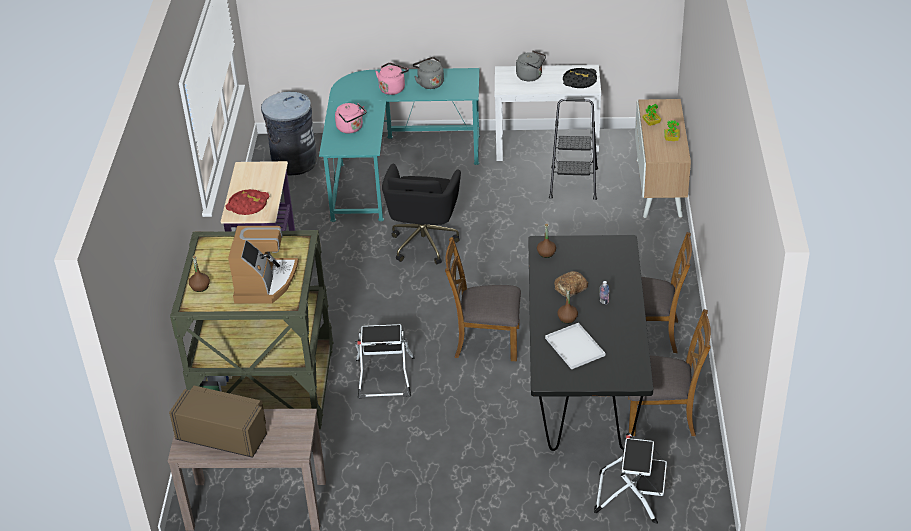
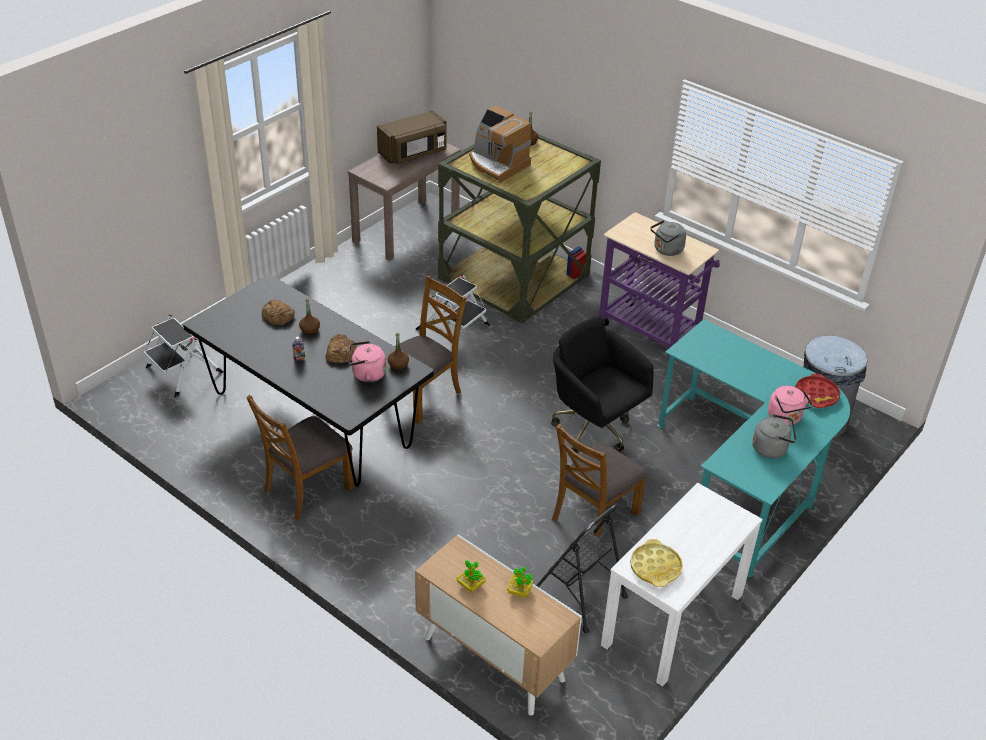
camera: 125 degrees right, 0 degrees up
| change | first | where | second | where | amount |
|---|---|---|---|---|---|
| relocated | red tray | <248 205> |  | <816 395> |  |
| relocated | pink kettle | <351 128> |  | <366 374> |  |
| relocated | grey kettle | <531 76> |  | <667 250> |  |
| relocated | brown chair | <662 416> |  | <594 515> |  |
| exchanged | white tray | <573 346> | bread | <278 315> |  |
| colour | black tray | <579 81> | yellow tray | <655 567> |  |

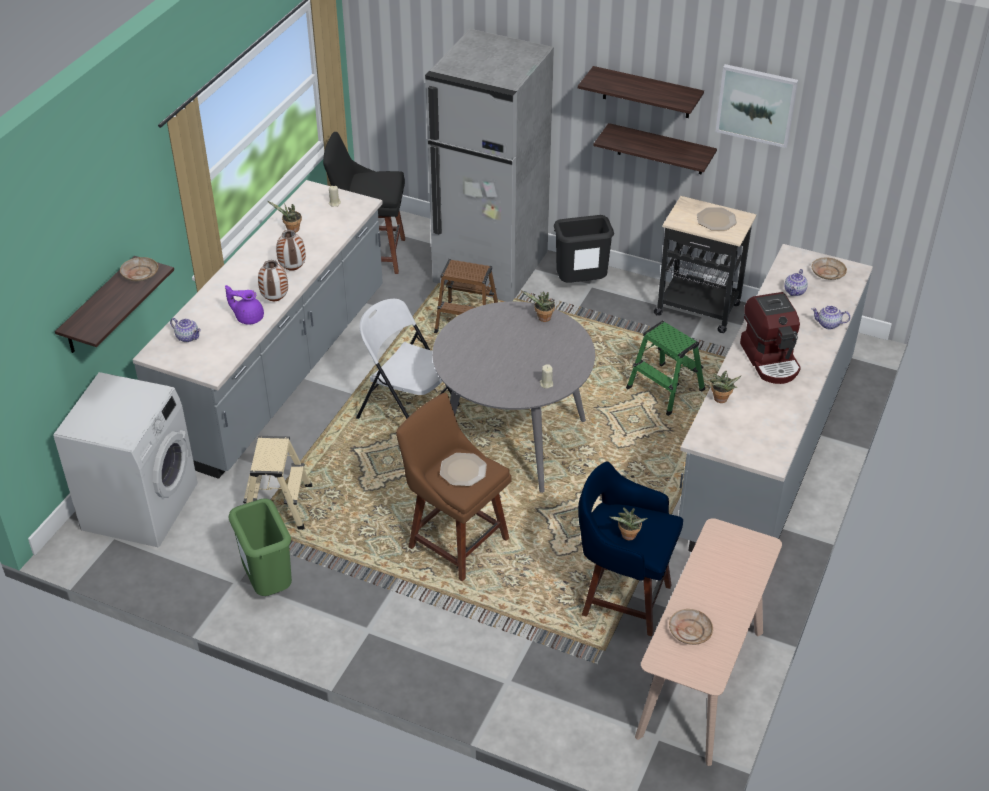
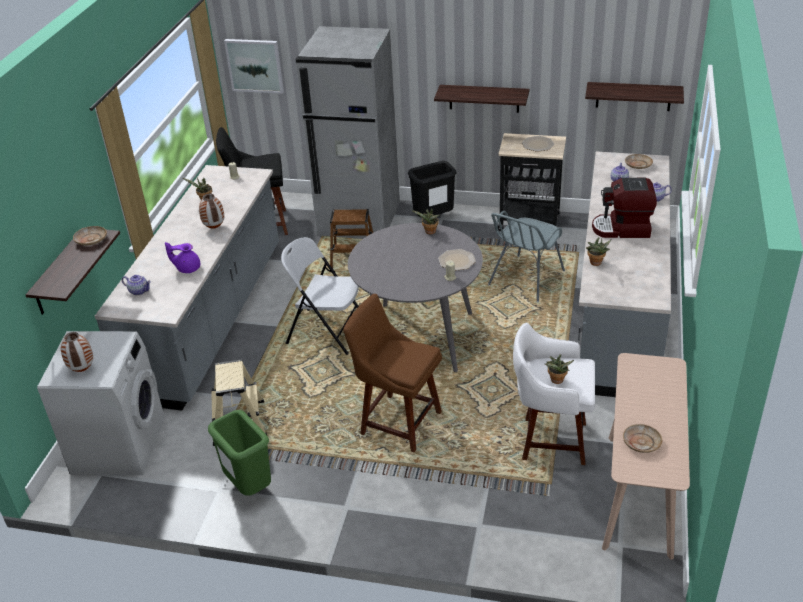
camera: 10 degrees left, 5 degrees down
| change | first | where | second | where | amount |
|---|---|---|---|---|---|
| relocated | vase | <275 300> |  | <83 370> |  |
| relocated | plate | <463 471> |  | <457 261> |  |
| relocated | shelf | <646 93> |  | <633 96> |  |
| relocated | picture | <756 105> |  | <255 65> |  |
| exchanged | green step ladder | <665 389> | grey chair | <525 280> |  |
| colour | blue stool | <622 599> | white stool | <550 440> |  |
| spun | coffee machine | <771 359> |  | <622 229> | 120 degrees clockwise |

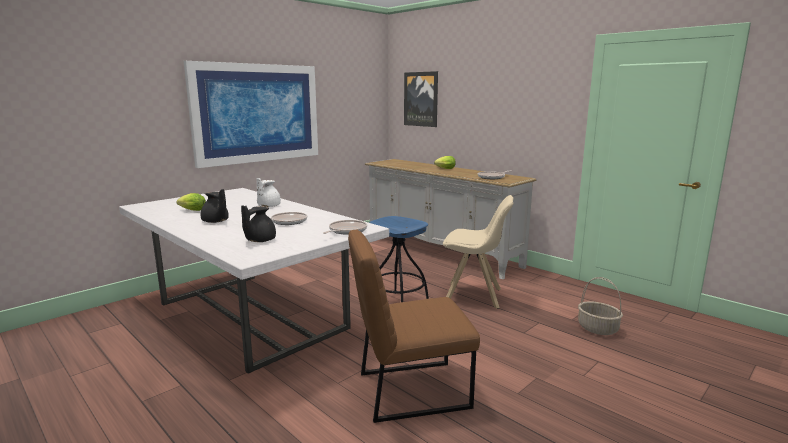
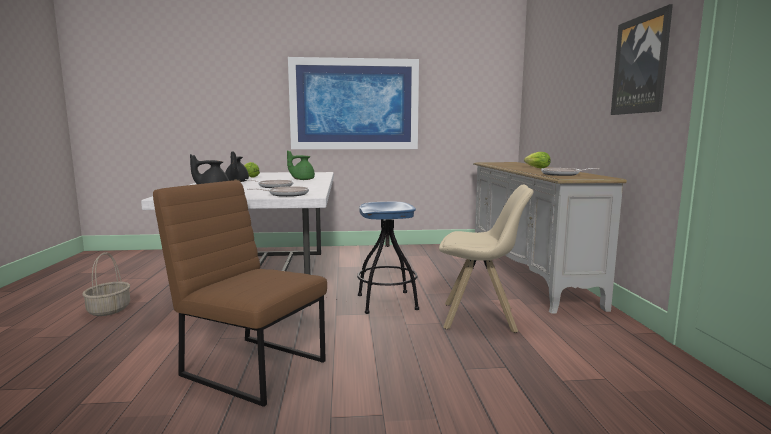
camera: 40 degrees right, 5 degrees down
| change | first | where | second | where | amount |
|---|---|---|---|---|---|
| relocated | picture | <421 99> |  | <641 65> |  |
| relocated | basket | <598 328> |  | <109 310> |  |
| colour | white teapot | <268 206> | green teapot | <302 179> |  |
| spun | beige chair | <473 296> |  | <479 318> | 45 degrees counterclockwise |

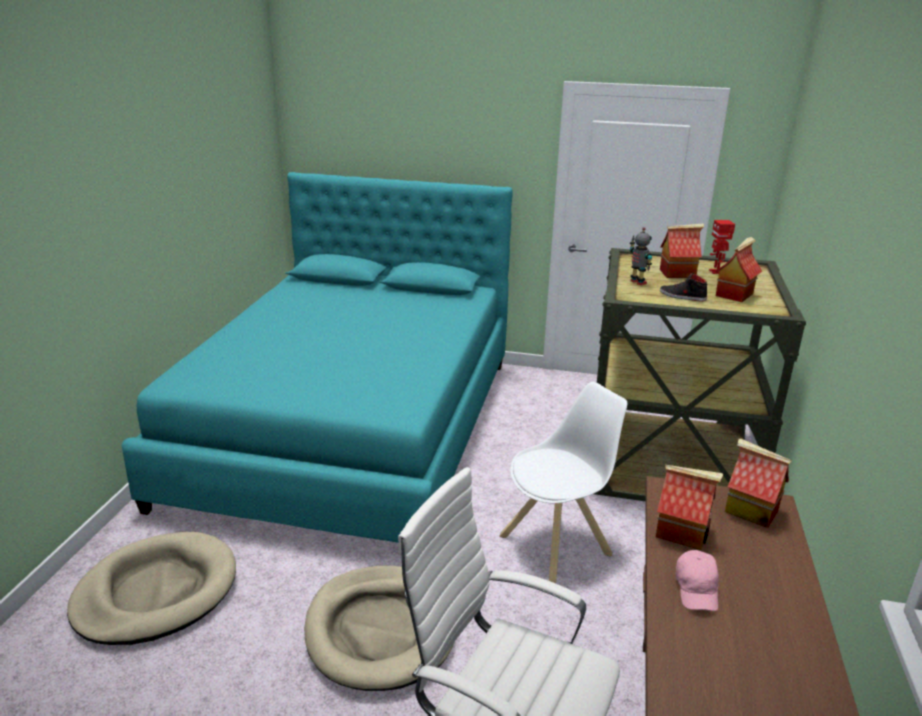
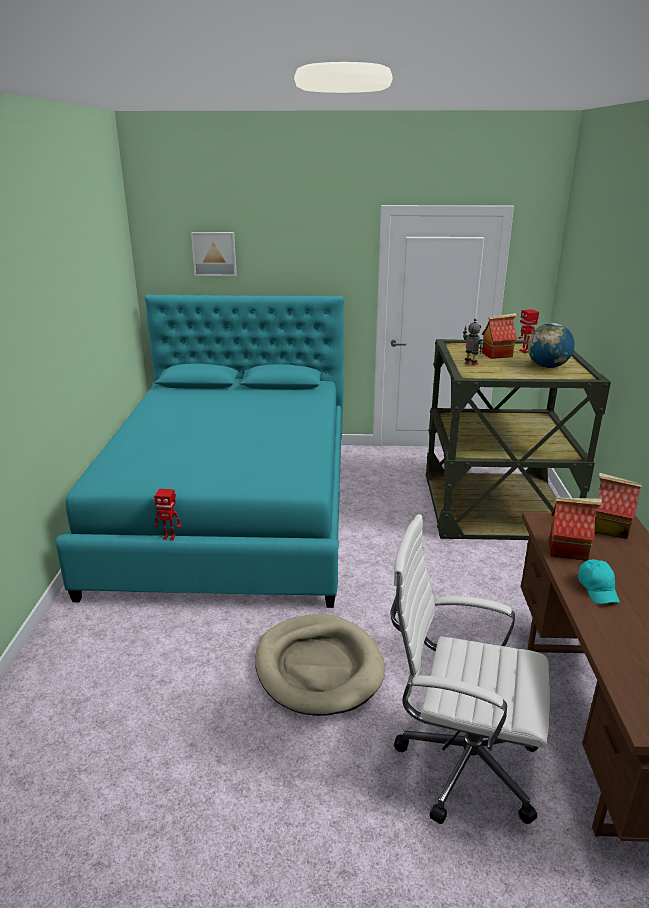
camera: 10 degrees left, 0 degrees up
| change | first | where | second | where | amount |
|---|---|---|---|---|---|
| missing | beige dog bed | <156 592> |  |  |  |
| missing | white chair | <558 544> |  |  |  |
| missing | black shoe | <682 296> |  |  |  |
| appeared |  |  | toy robot | <169 537> |  |
| appeared |  |  | picture | <214 253> |  |
| exchanged | toy house | <734 294> | globe | <547 367> |  |
| colour | pink cap | <697 589> | turquoise cap | <598 589> |  |

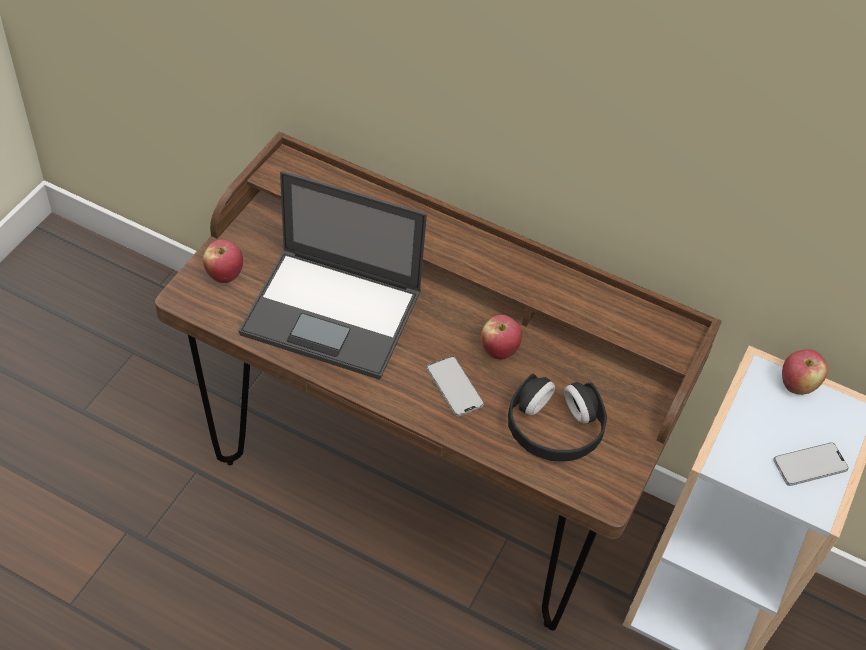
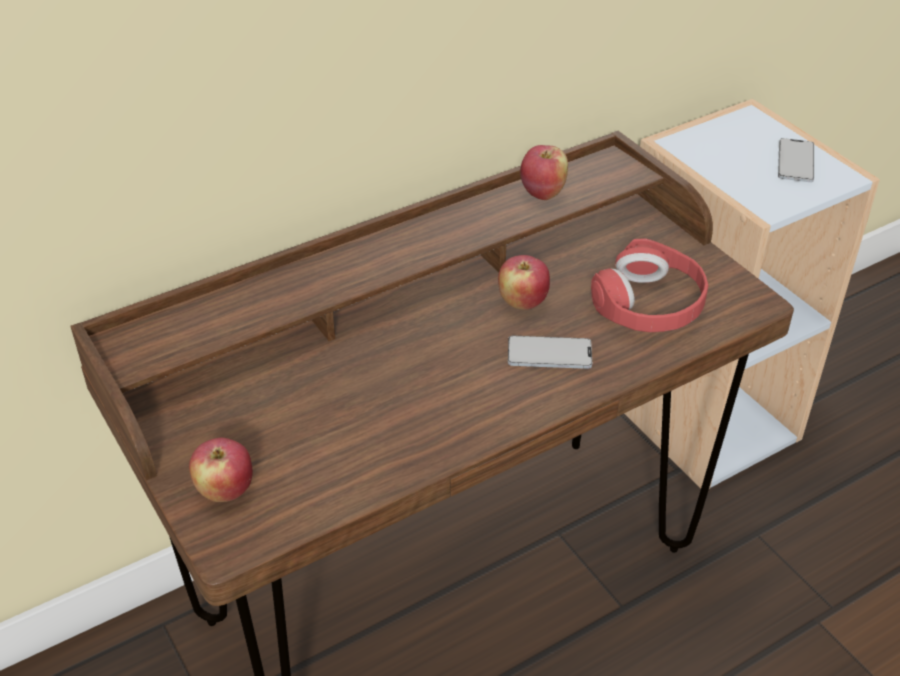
camera: 55 degrees left, 10 degrees down
| change | first | where | second | where | amount |
|---|---|---|---|---|---|
| missing | laptop | <334 313> |  |  |  |
| relocated | apple | <797 385> |  | <542 192> |  |
| colour | black headphones | <554 428> | red headphones | <649 304> |  |

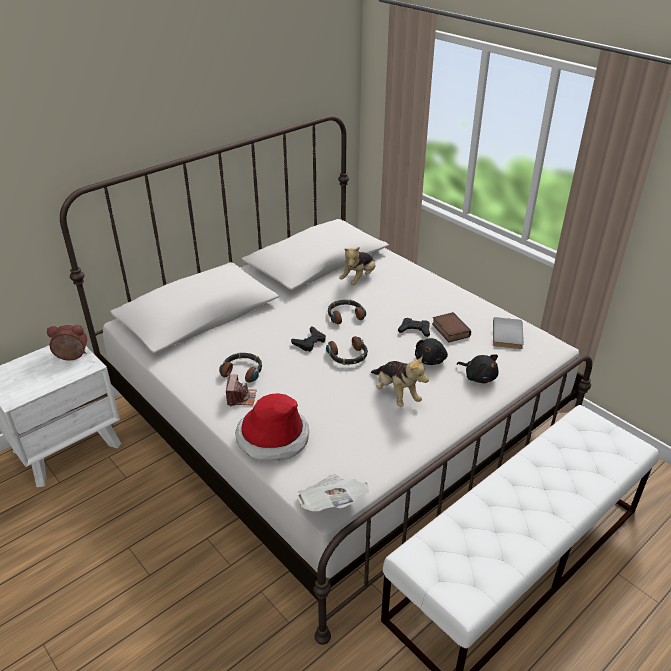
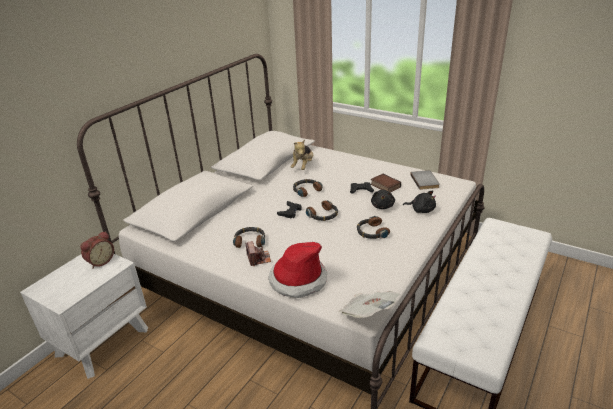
camera: 15 degrees left, 5 degrees down
| change | first | where | second | where | amount |
|---|---|---|---|---|---|
| exchanged | plush toy | <396 394> | headphones | <371 232> |  |
| spun | alarm clock | <71 357> |  | <100 261> | 150 degrees clockwise |

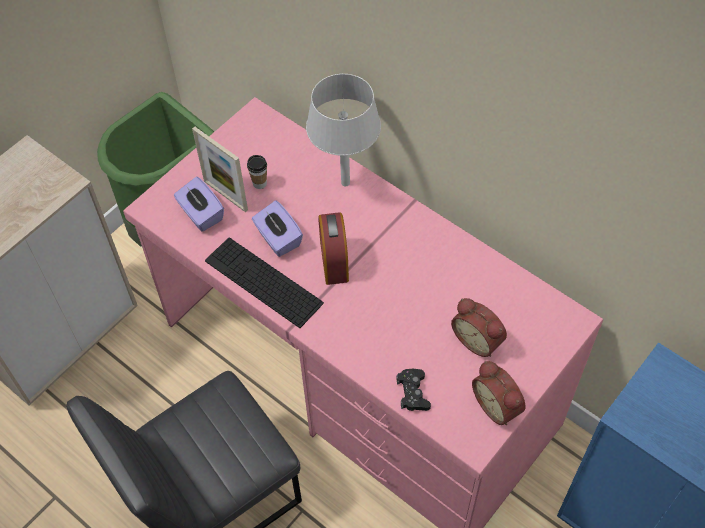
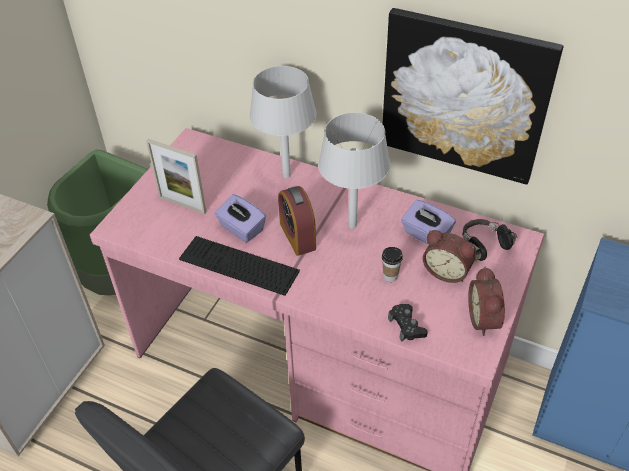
camera: 15 degrees left, 10 degrees down
| change | first | where | second | where | amount |
|---|---|---|---|---|---|
| appeared |  |  | grey table lamp | <352 225> |  |
| appeared |  |  | picture | <464 96> |  |
| appeared |  |  | black headphones | <483 245> |  |
| relocated | purple tissue box | <201 214> |  | <426 234> |  |
| relocated | cup | <259 183> |  | <390 276> |  |
| spun | alarm clock | <498 405> |  | <485 319> | 45 degrees clockwise |

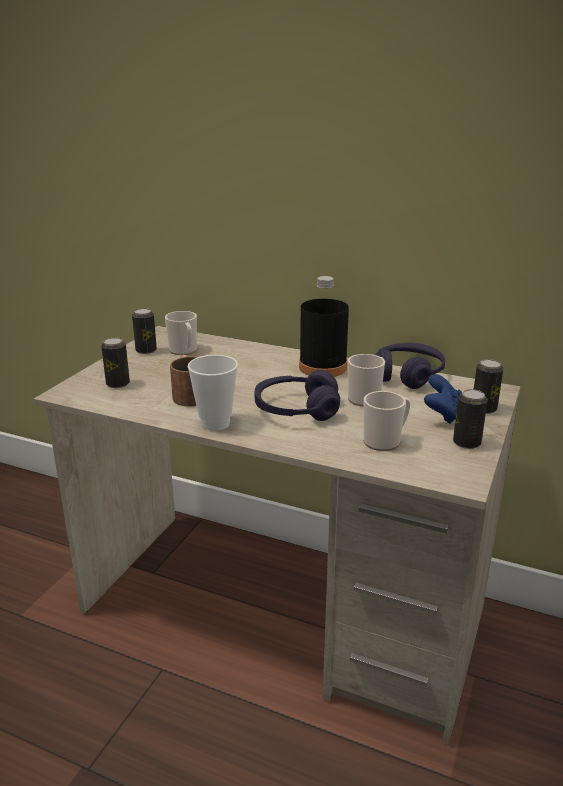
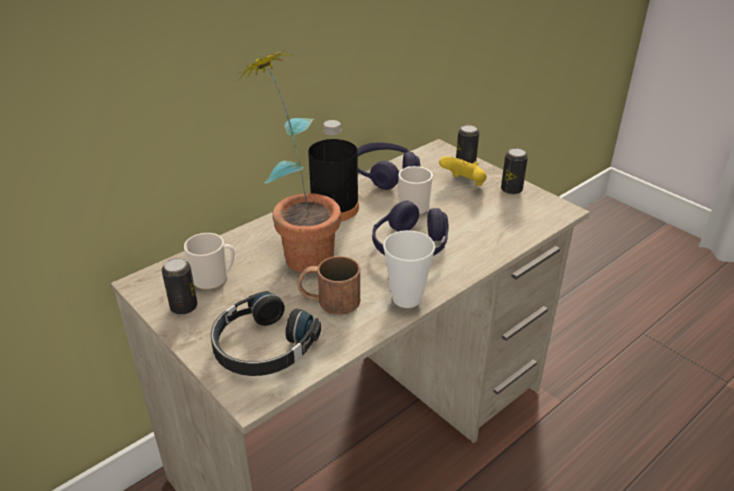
camera: 65 degrees left, 10 degrees up
| change | first | where | second | where | amount |
|---|---|---|---|---|---|
| missing | mug | <385 441> |  |  |  |
| appeared |  |  | potted plant | <300 251> |  |
| exchanged | can | <118 384> | black headphones | <262 347> |  |
| colour | blue game controller | <442 415> | yellow game controller | <464 184> |  |

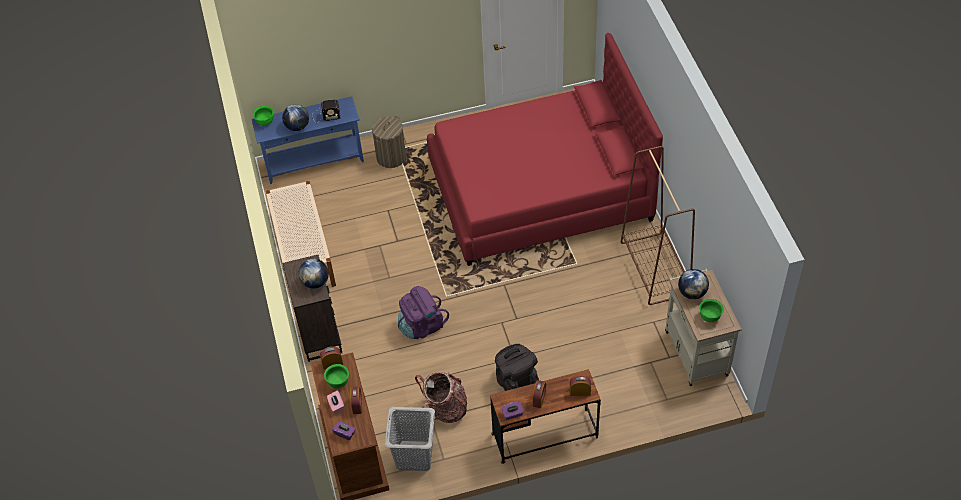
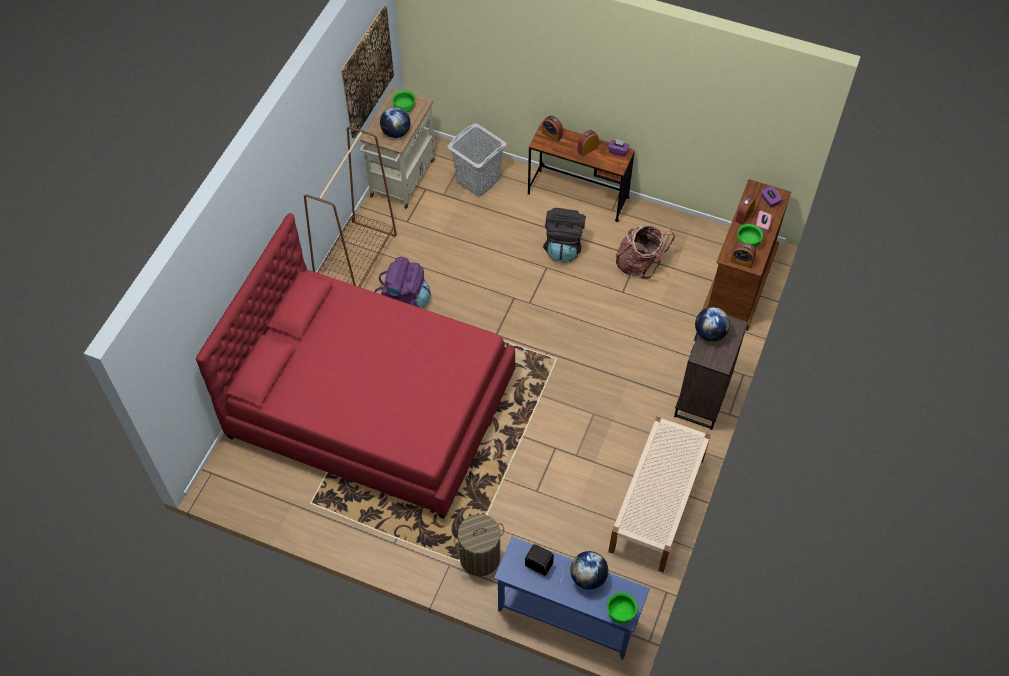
camera: 145 degrees left, 5 degrees up
| change | first | where | second | where | amount |
|---|---|---|---|---|---|
| appeared |  |  | picture | <367 72> |  |
| relocated | grey laundry basket | <414 455> |  | <477 181> |  |
| relocated | purple backpack | <422 326> |  | <405 300> |  |

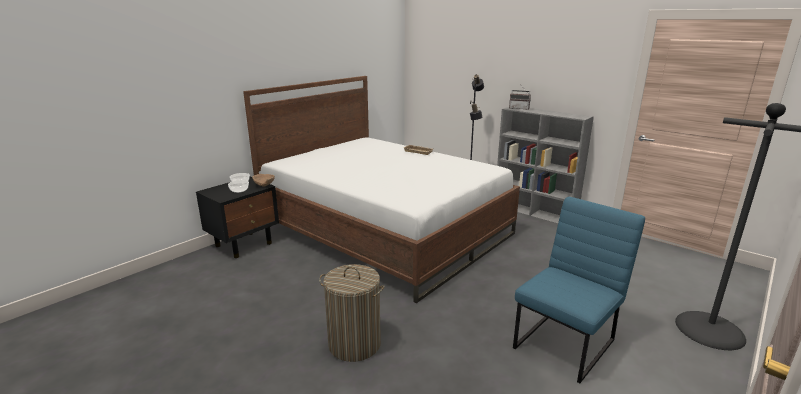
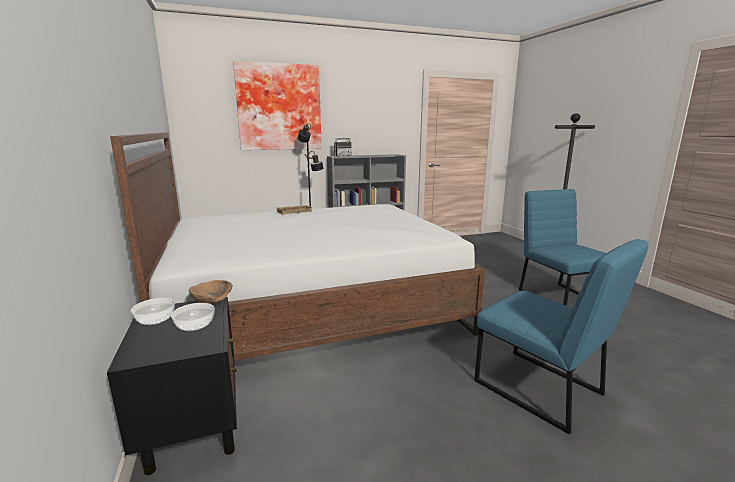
camera: 60 degrees left, 5 degrees down
| change | first | where | second | where | amount |
|---|---|---|---|---|---|
| appeared |  |  | picture | <279 107> |  |
| exchanged | laundry basket | <354 344> | blue chair | <541 389> |  |

